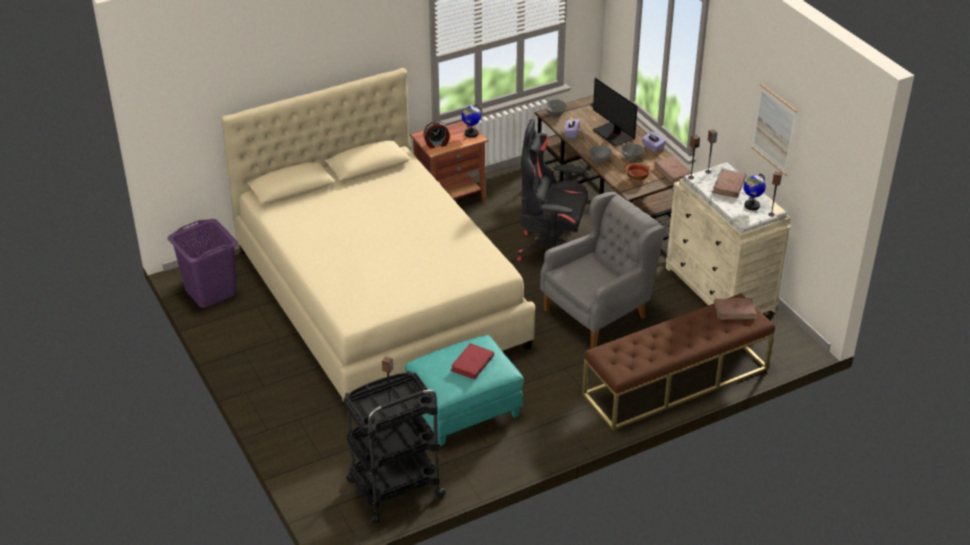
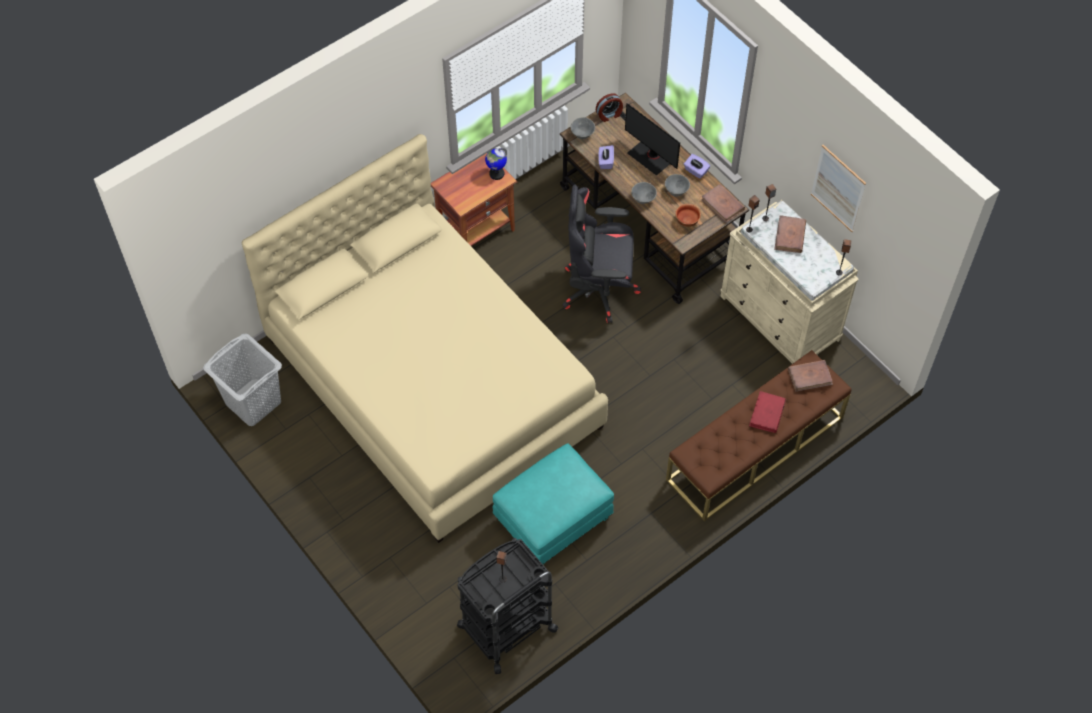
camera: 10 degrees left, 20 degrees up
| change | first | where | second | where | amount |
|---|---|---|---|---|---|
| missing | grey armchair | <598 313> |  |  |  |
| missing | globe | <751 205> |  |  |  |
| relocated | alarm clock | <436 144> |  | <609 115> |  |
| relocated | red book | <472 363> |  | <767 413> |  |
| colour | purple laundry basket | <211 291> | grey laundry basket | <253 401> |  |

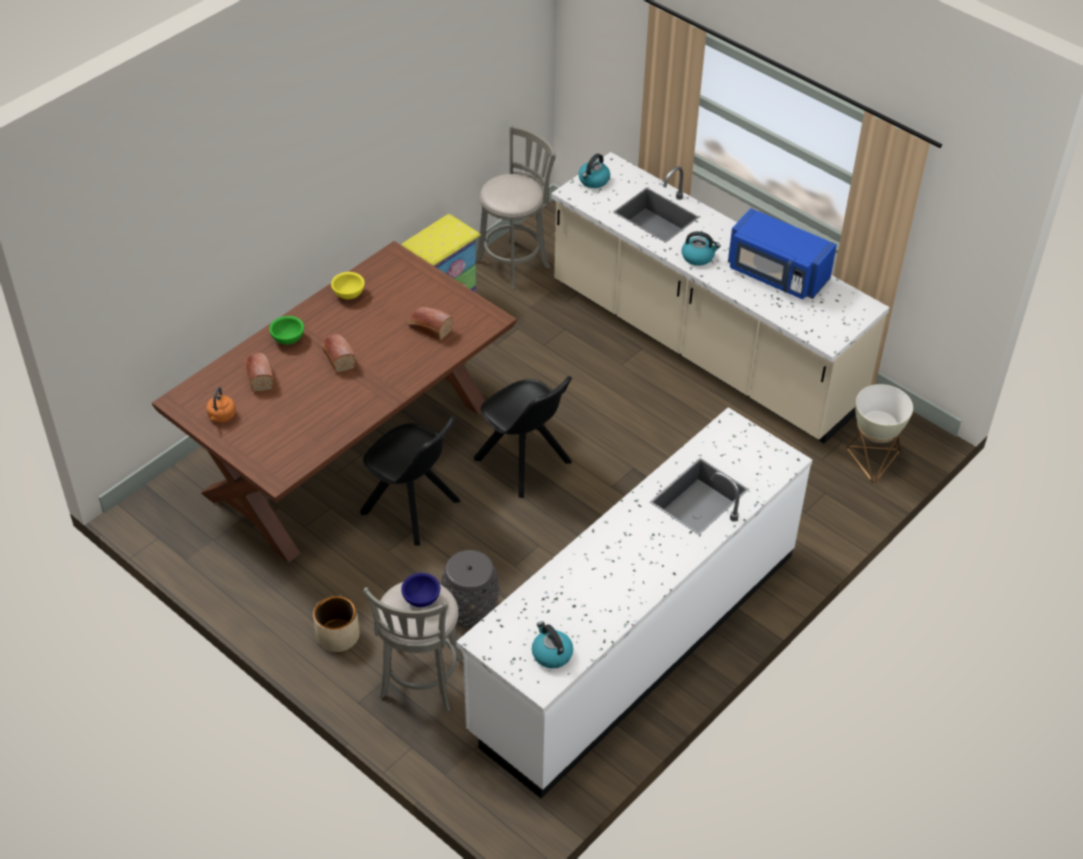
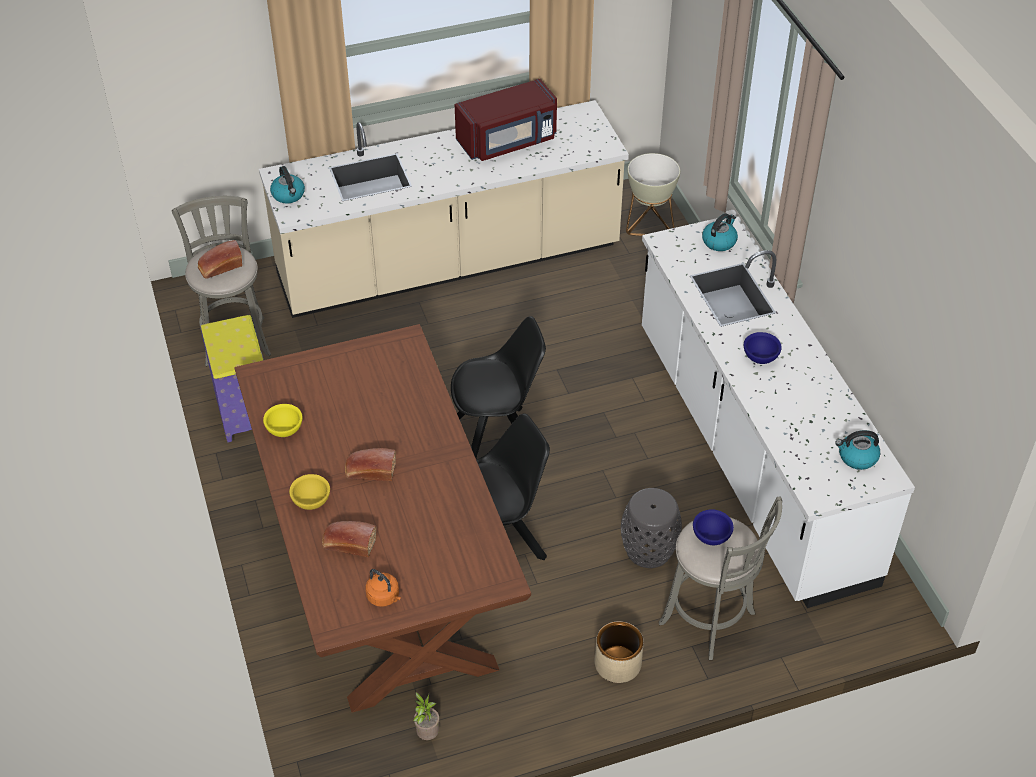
camera: 60 degrees left, 0 degrees up
| change | first | where | second | where | amount |
|---|---|---|---|---|---|
| appeared |  |  | potted plant | <427 734> |  |
| appeared |  |  | blue bowl | <761 358> |  |
| relocated | bread | <429 328> |  | <220 267> |  |
| relocated | kettle | <698 257> |  | <719 241> |  |
| colour | green bowl | <288 339> | yellow bowl | <312 501> |  |
| colour | blue microwave | <776 275> | red microwave | <508 141> |  |

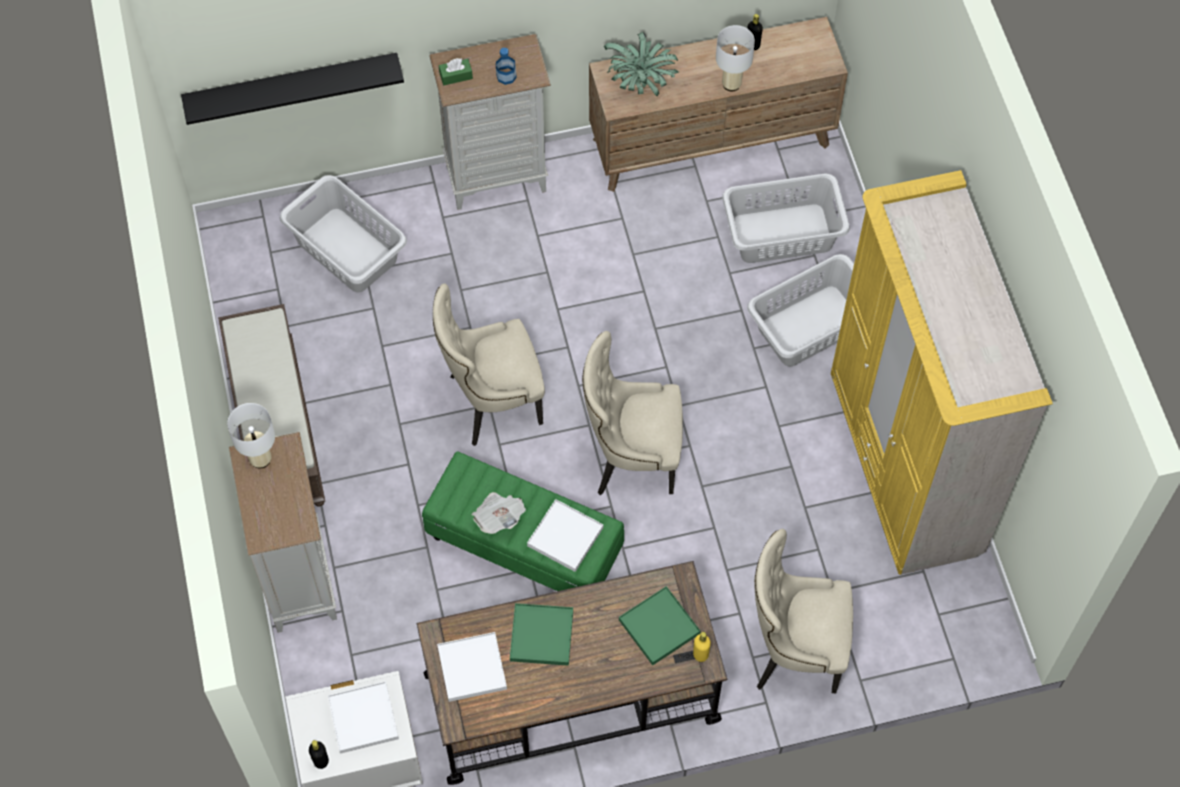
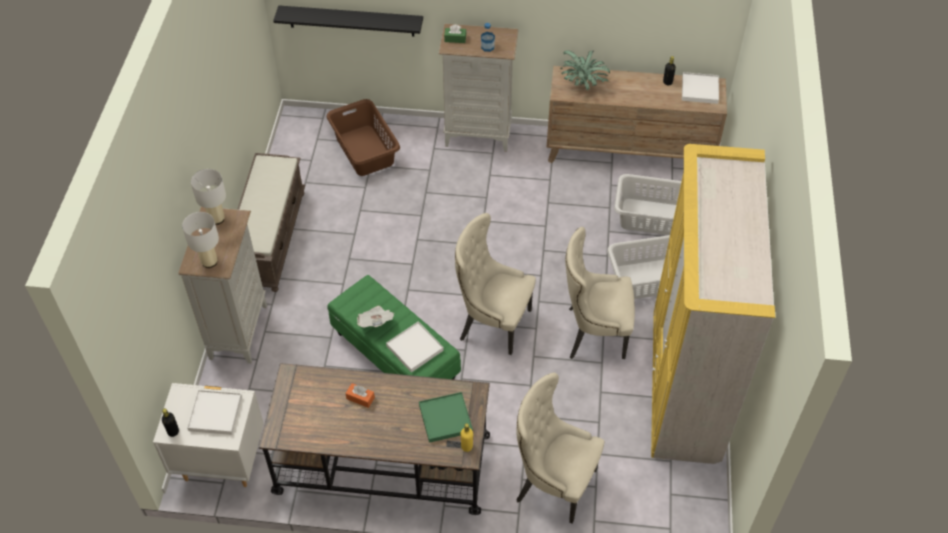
camera: 20 degrees right, 10 degrees down
| change | first | where | second | where | amount |
|---|---|---|---|---|---|
| relocated | beige chair | <492 401> |  | <594 334> |  |
| relocated | white tray | <472 668> |  | <700 90> |  |
| relocated | white table lamp | <731 84> |  | <209 262> |  |
| exchanged | green tray | <541 636> | orange tissue box | <360 398> |  |
| colour | grey laundry basket | <347 249> | brown laundry basket | <365 150> |  |

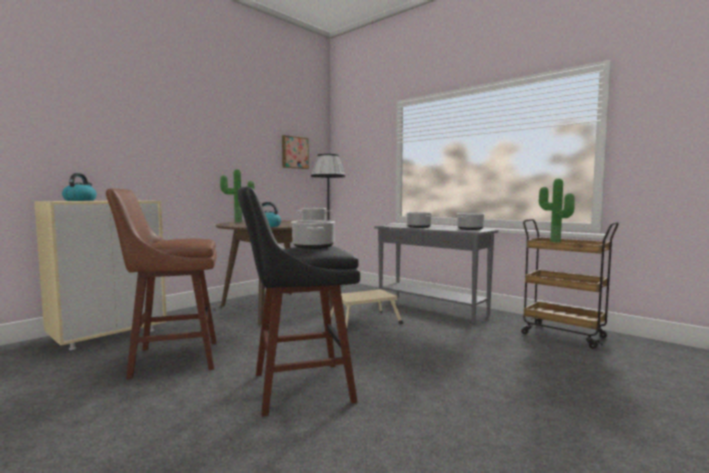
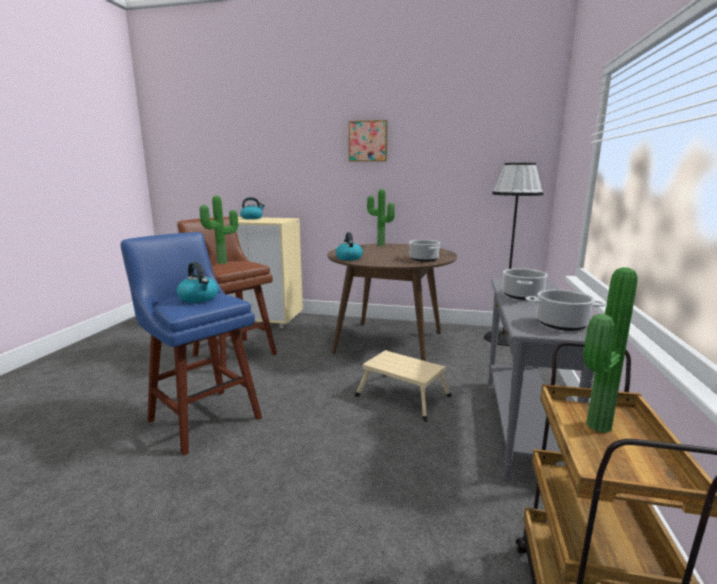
camera: 60 degrees right, 10 degrees up
| change | first | where | second | where | amount |
|---|---|---|---|---|---|
| appeared |  |  | potted plant | <223 263> |  |
| relocated | picture | <294 152> |  | <368 141> |  |
| exchanged | cooking pot | <313 247> | kettle | <199 298> |  |
| colour | black stool | <297 388> | blue stool | <203 417> |  |

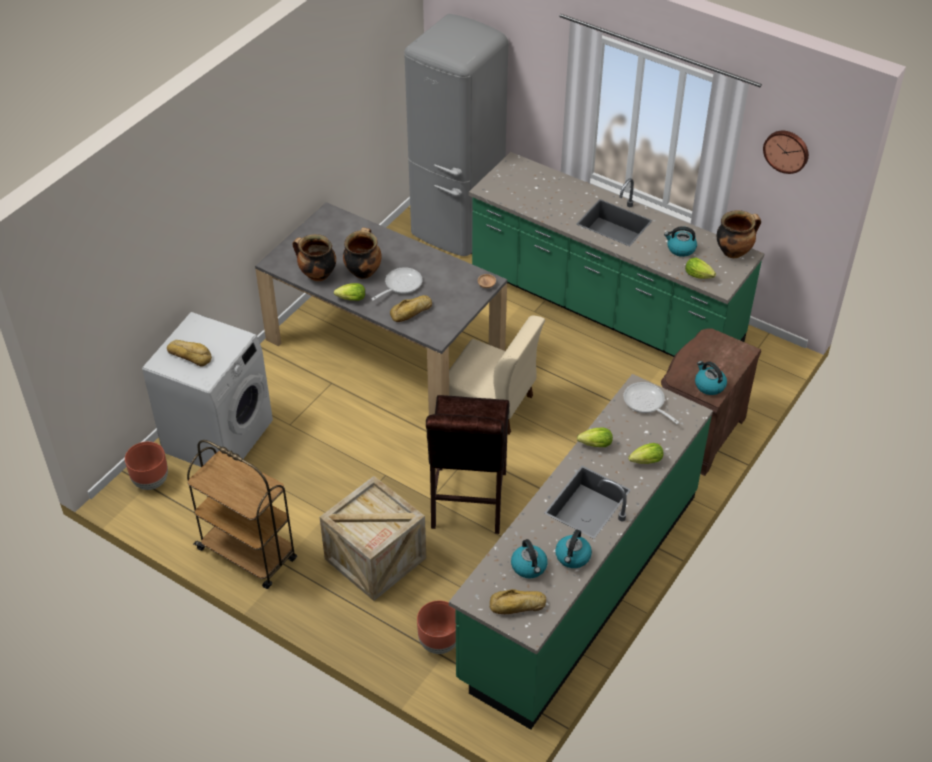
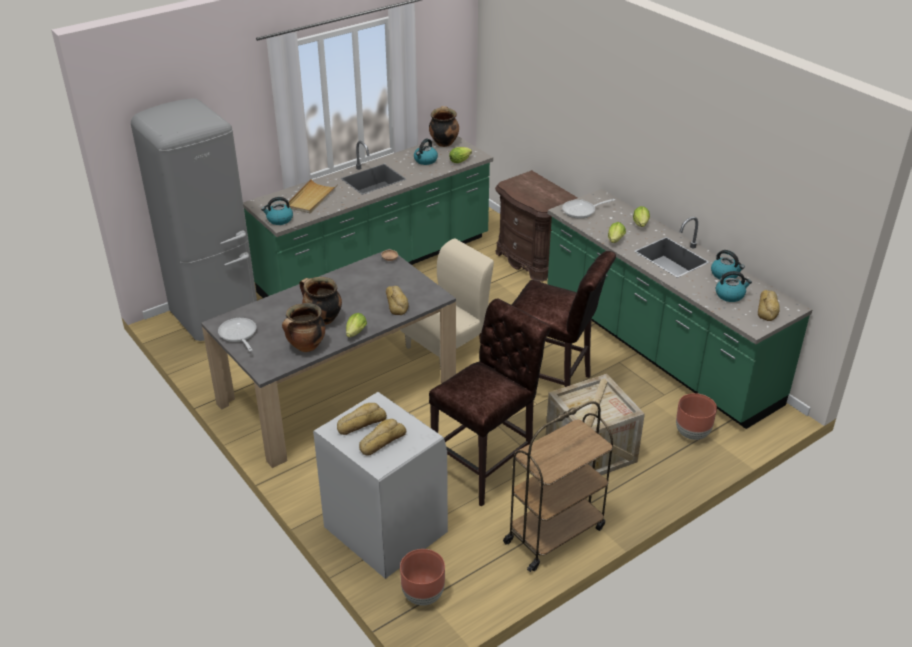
camera: 70 degrees left, 10 degrees down
| change | first | where | second | where | amount |
|---|---|---|---|---|---|
| missing | wall clock | <786 150> |  |  |  |
| appeared |  |  | beige tray | <311 198> |  |
| appeared |  |  | bread | <361 423> |  |
| appeared |  |  | brown stool | <487 466> |  |
| relocated | frying pan | <400 285> |  | <238 335> |  |
| relocated | kettle | <709 385> |  | <279 220> |  |

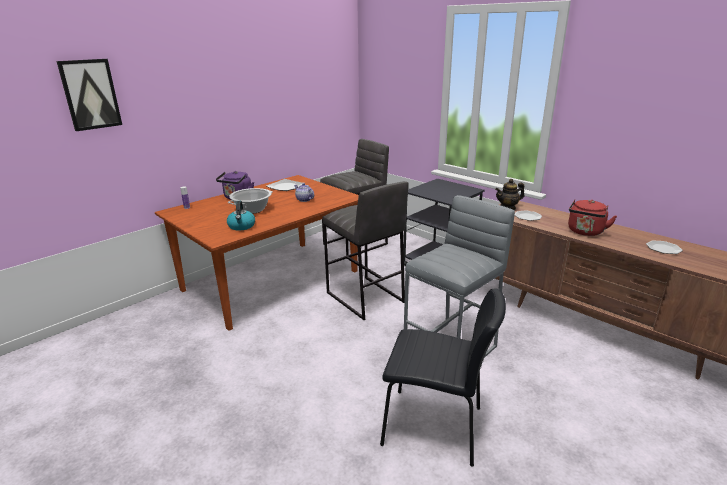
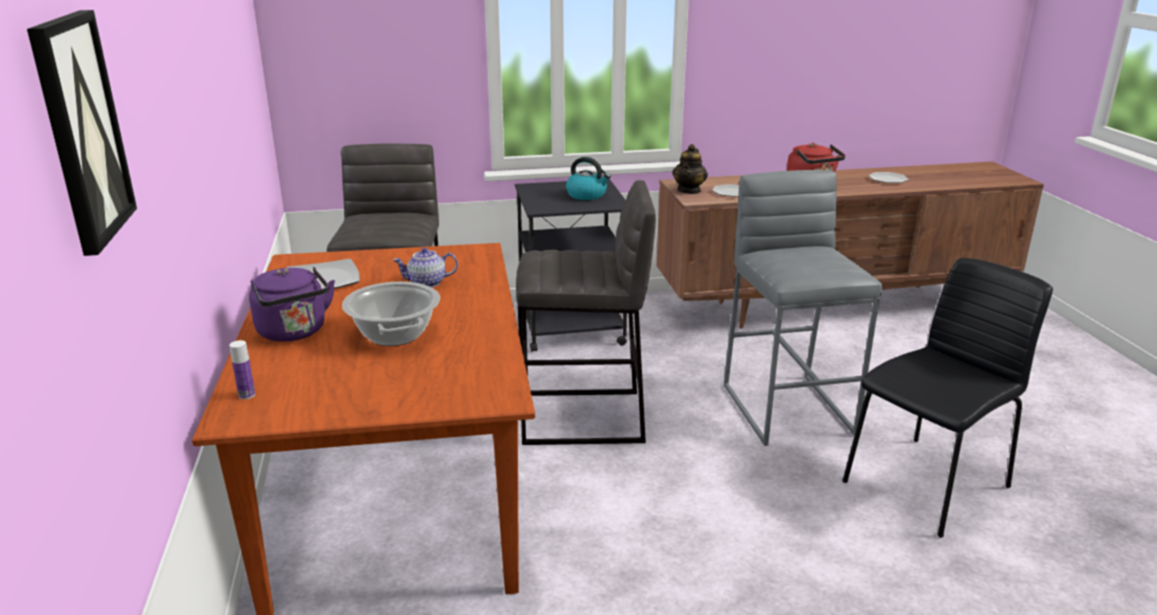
camera: 55 degrees left, 0 degrees up
| change | first | where | second | where | amount |
|---|---|---|---|---|---|
| relocated | kettle | <241 226> |  | <587 195> |  |

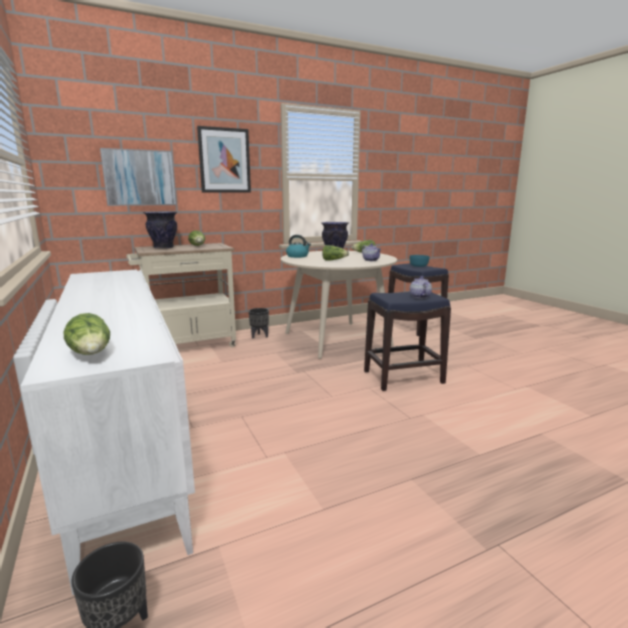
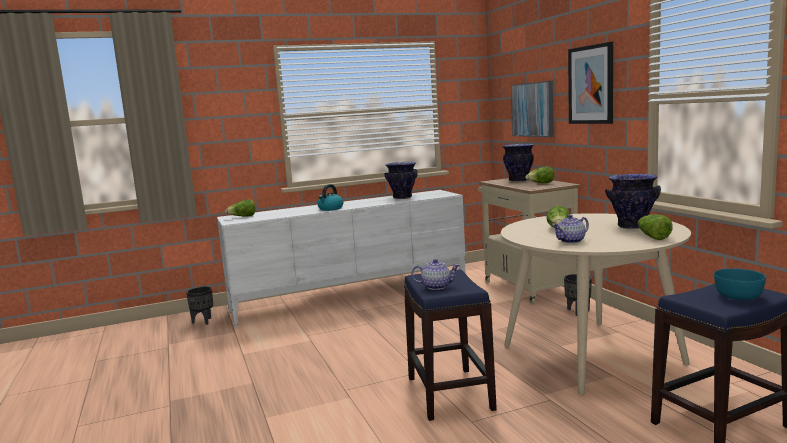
camera: 95 degrees right, 5 degrees down
| change | first | where | second | where | amount |
|---|---|---|---|---|---|
| appeared |  |  | vase | <402 197> |  |
| relocated | kettle | <298 256> |  | <330 209> |  |

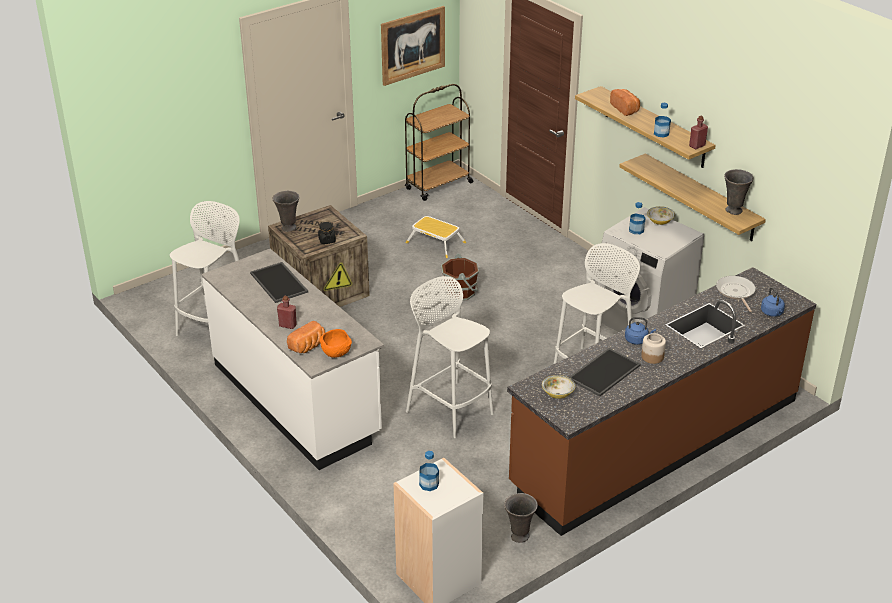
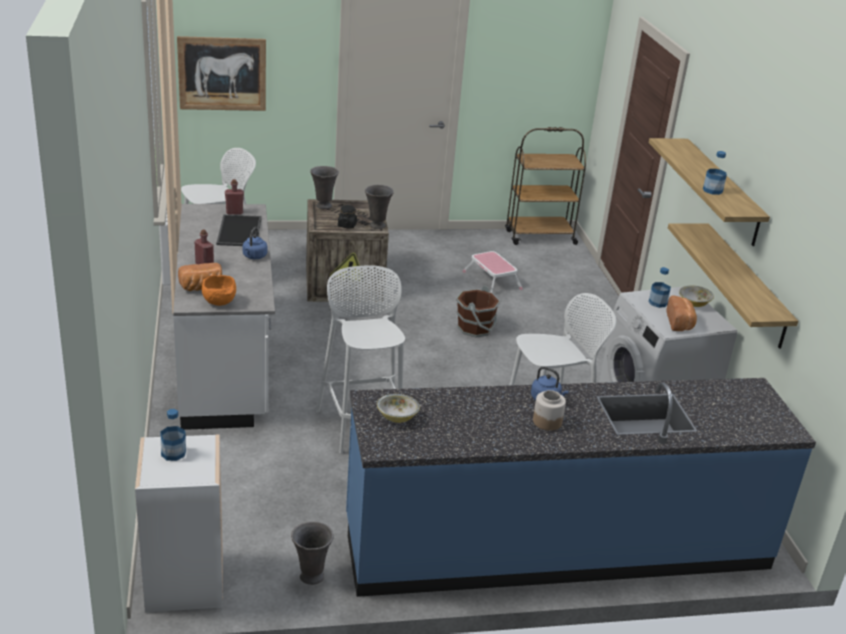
camera: 25 degrees right, 5 degrees down
| change | first | where | second | where | amount |
|---|---|---|---|---|---|
| missing | tray | <603 371> |  |  |  |
| missing | frying pan | <736 292> |  |  |  |
| relocated | picture | <413 45> |  | <222 74> |  |
| relocated | bread | <626 109> |  | <680 323> |  |
| relocated | red bottle | <697 146> |  | <234 212> |  |
| relocated | grey vase | <734 211> |  | <377 226> |  |
| relocated | blue kettle | <772 313> |  | <254 257> |  |
| colour | yellow step ladder | <435 243> | pink step ladder | <491 280> |  |
| colour | brown counter | <656 442> | blue counter | <557 545> |  |

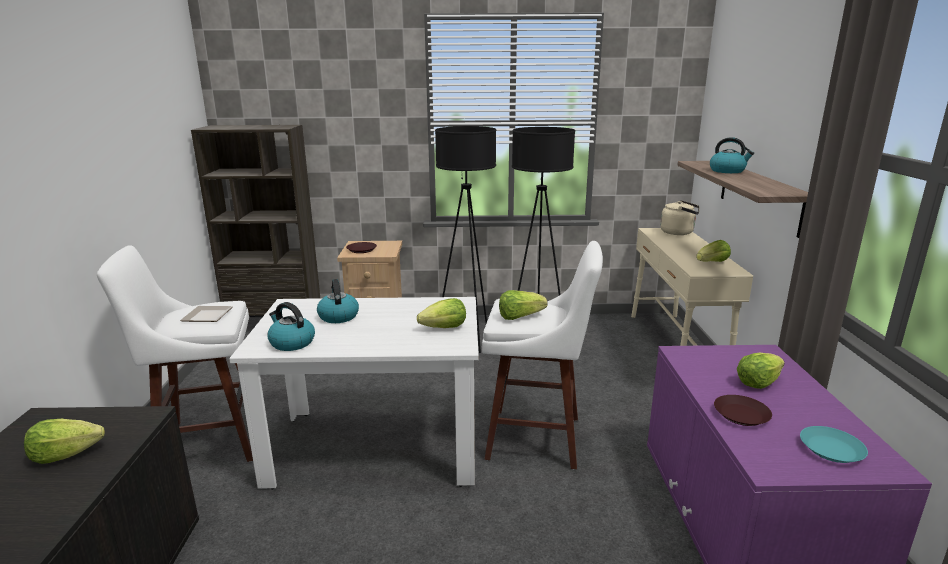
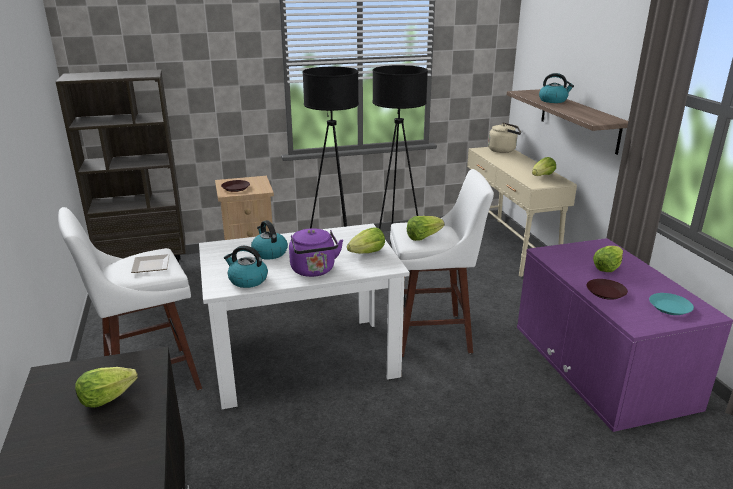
camera: 15 degrees left, 5 degrees up
| change | first | where | second | where | amount |
|---|---|---|---|---|---|
| appeared |  |  | purple kettle | <314 271> |  |

